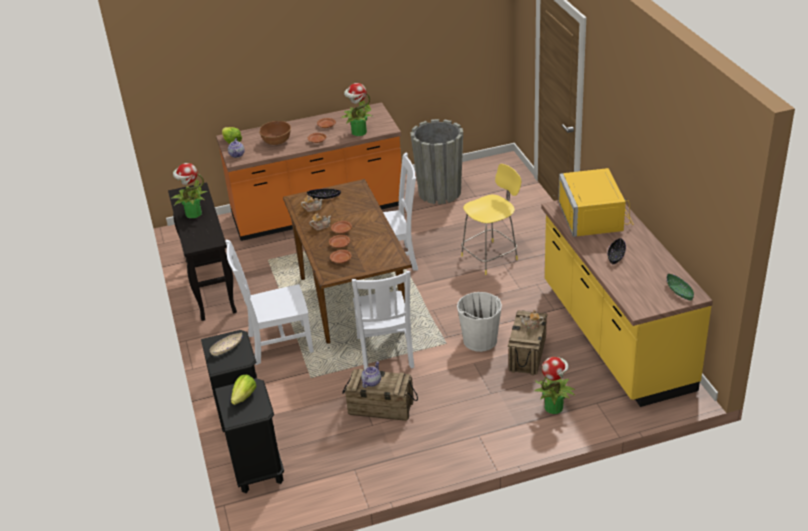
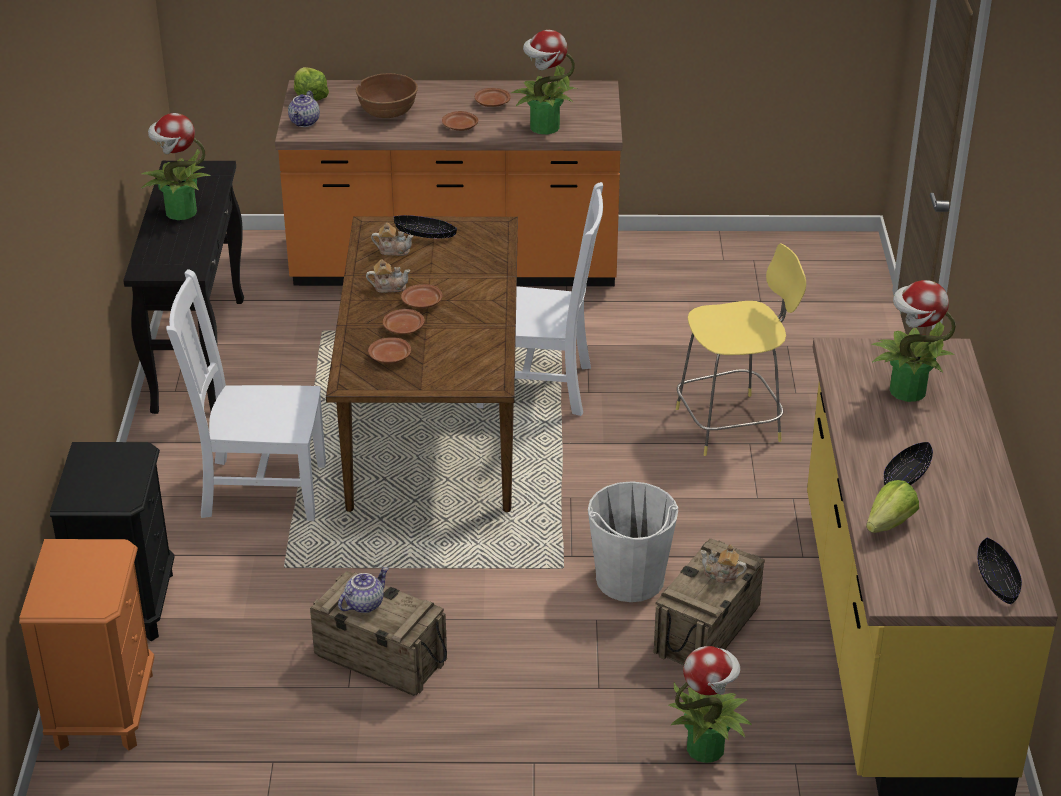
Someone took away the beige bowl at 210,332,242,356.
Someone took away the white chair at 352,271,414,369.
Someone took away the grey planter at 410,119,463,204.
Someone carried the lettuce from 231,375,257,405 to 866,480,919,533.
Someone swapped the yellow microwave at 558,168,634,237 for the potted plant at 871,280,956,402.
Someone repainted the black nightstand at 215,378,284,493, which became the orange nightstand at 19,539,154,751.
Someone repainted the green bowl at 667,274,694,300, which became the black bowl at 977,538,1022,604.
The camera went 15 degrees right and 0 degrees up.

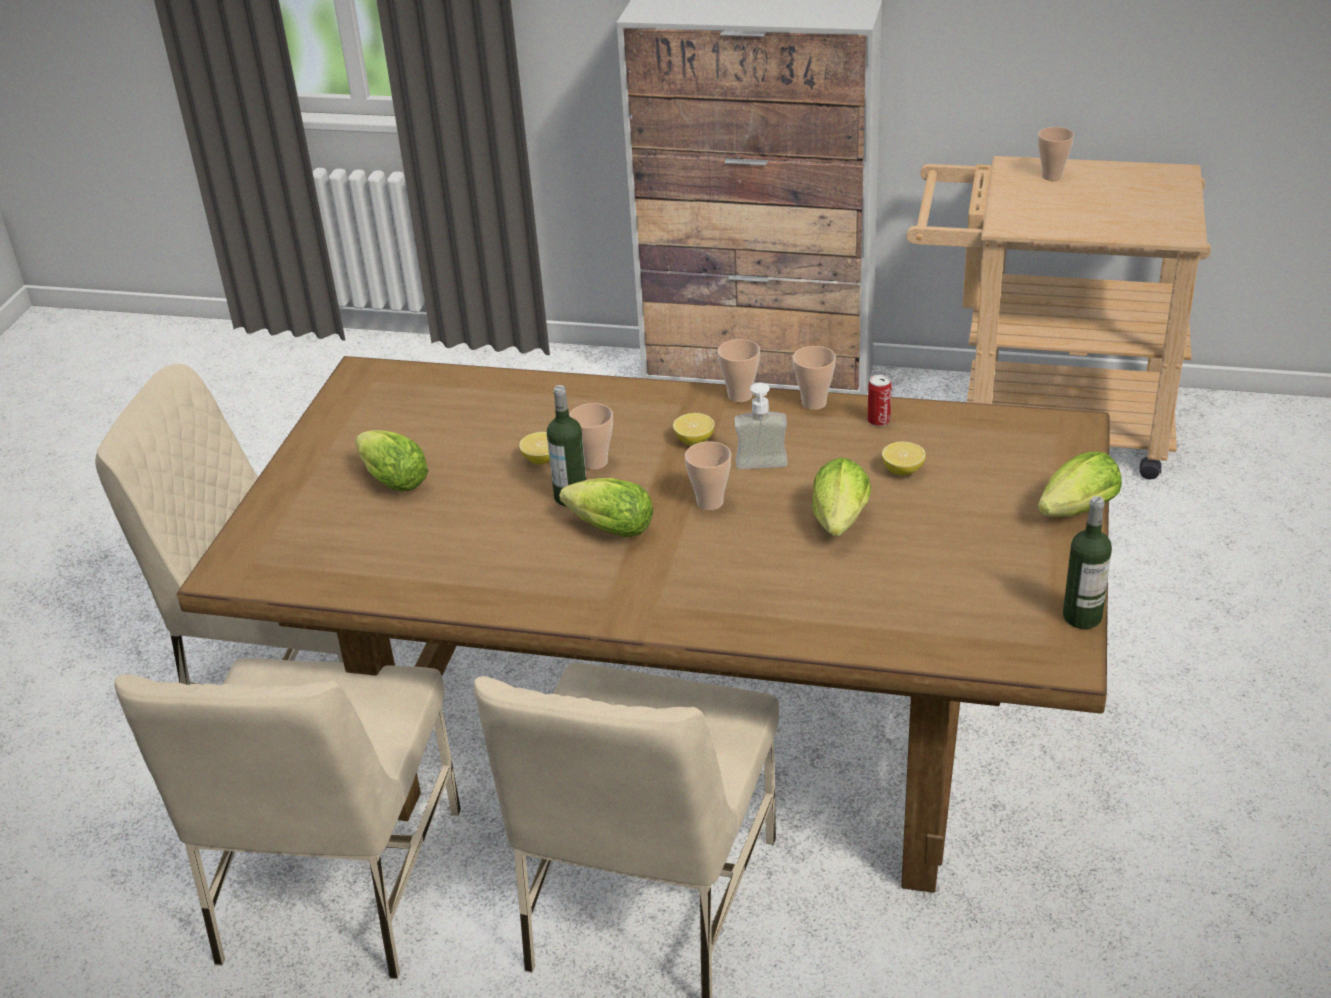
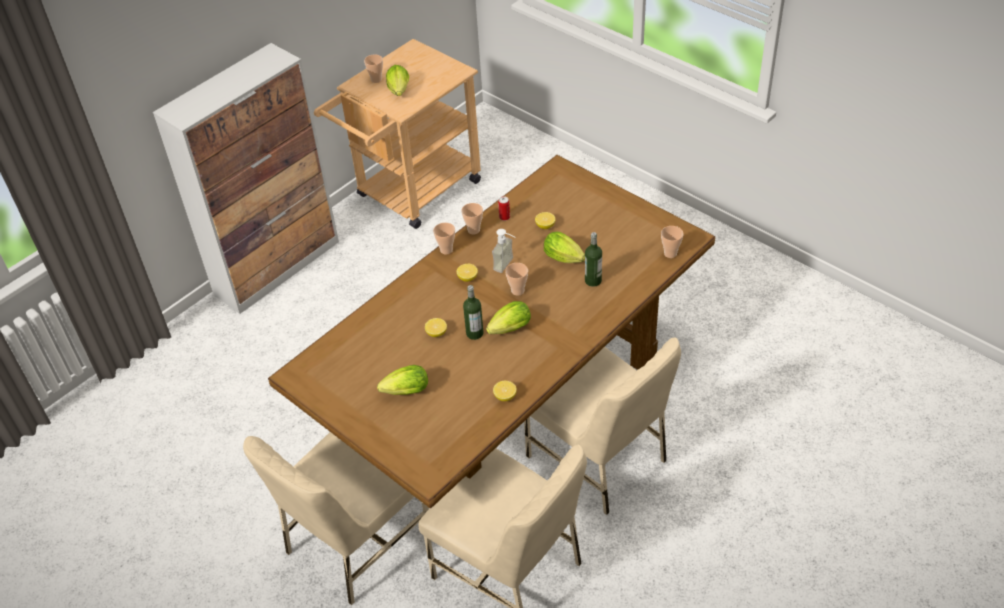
Someone put down the lemon at 493,381,517,401.
Someone carried the cup from 569,403,613,470 to 661,226,683,258.
Someone carried the lettuce from 1038,452,1122,517 to 386,65,409,96.
Someone carried the bottle from 1063,496,1112,629 to 585,232,602,287.
The camera went 60 degrees left and 10 degrees up.

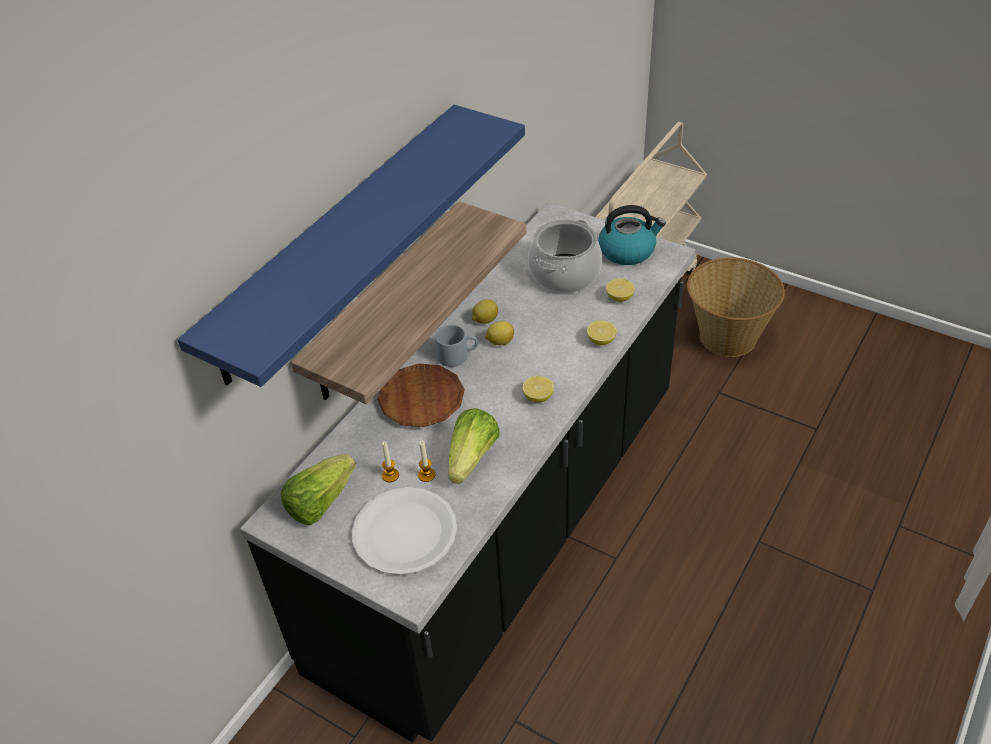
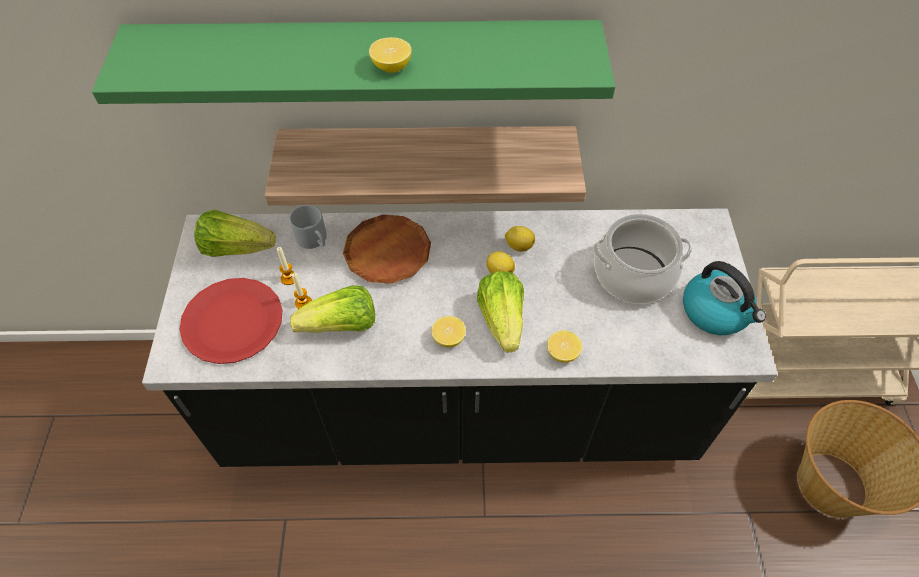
Someone put down the lettuce at 477,271,524,353.
Someone carried the grey mug from 435,325,478,367 to 290,205,327,249.
Someone carried the lemon from 606,278,635,302 to 369,37,412,73.
Someone repainted the blue shelf at 177,105,525,387, which became the green shelf at 92,20,615,104.
Someone repainted the white plate at 352,487,457,575, which became the red plate at 180,278,283,364.
The camera went 55 degrees right and 10 degrees up.

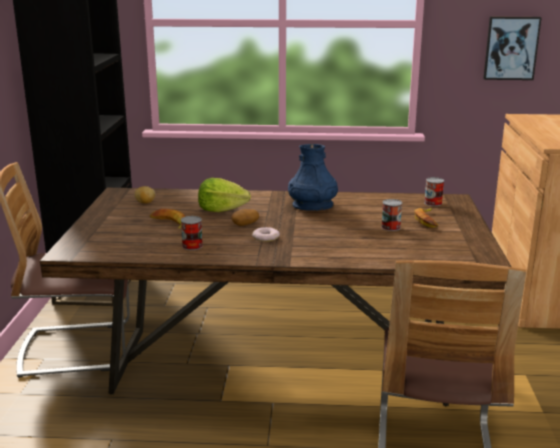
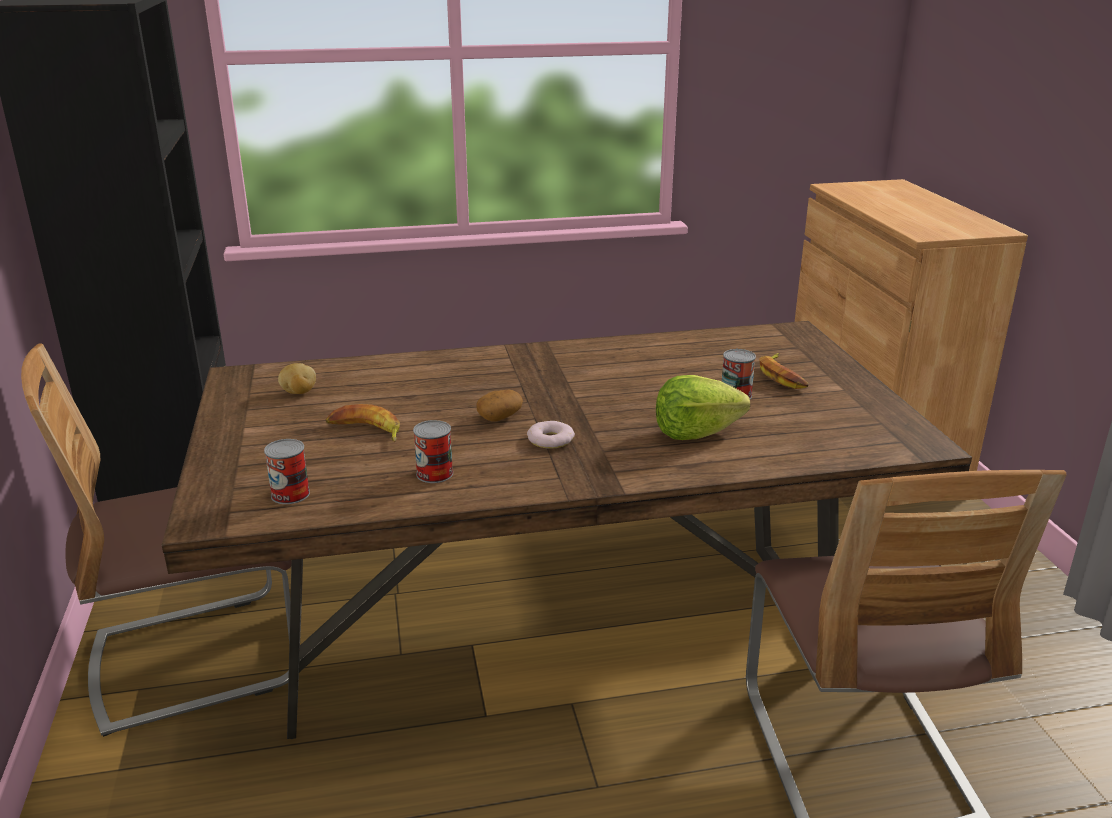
Someone took away the blue vase at 288,144,338,211.
Someone took away the picture at 483,17,542,80.
Someone carried the lettuce from 198,178,251,212 to 656,375,750,440.
Someone carried the can from 424,177,444,206 to 264,439,310,504.
The camera went 15 degrees left and 5 degrees up.

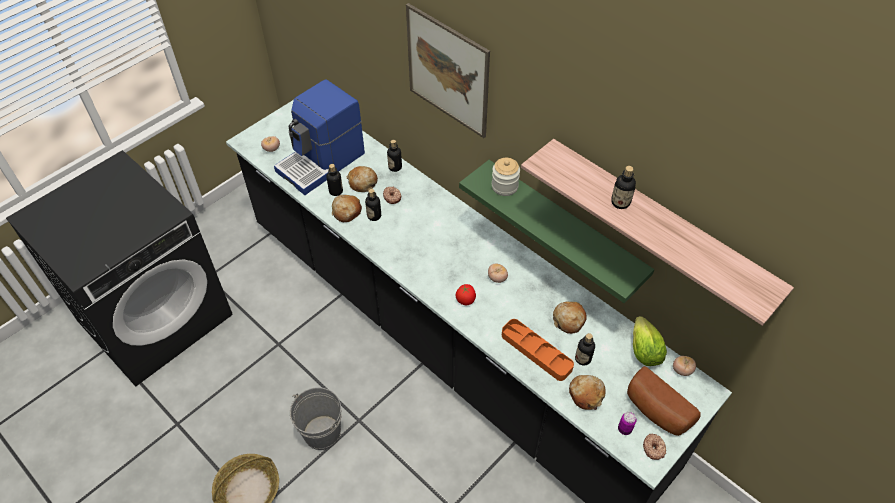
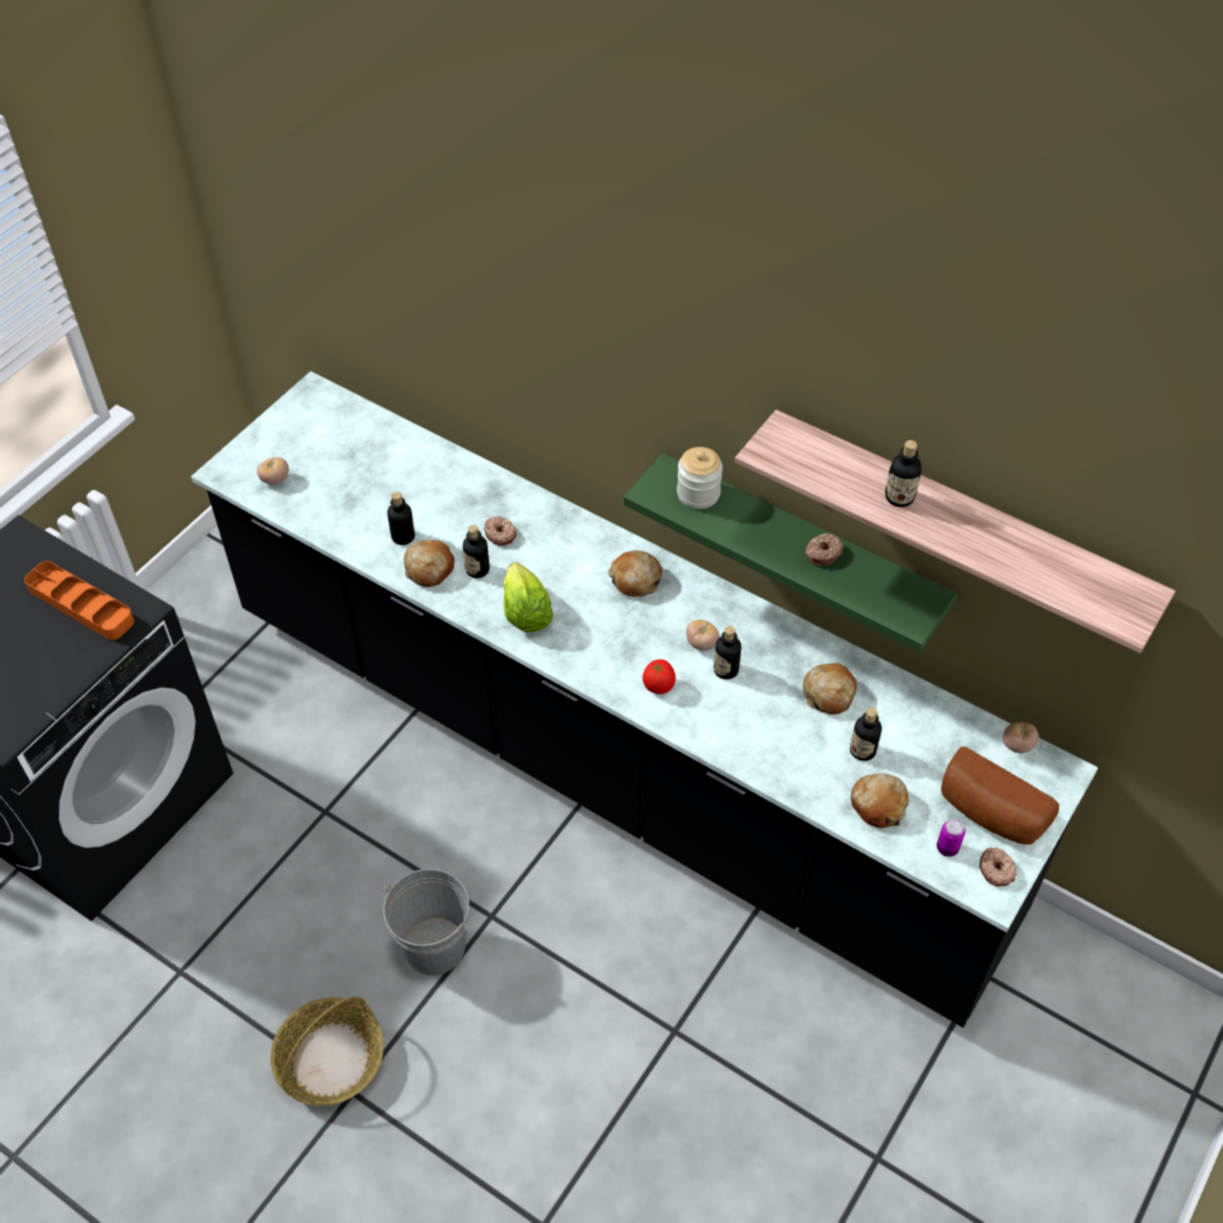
Someone took away the coffee machine at 274,80,365,195.
Someone took away the picture at 406,3,490,138.
Someone put down the donut at 805,533,844,566.
Someone carried the bread from 347,166,378,192 to 608,550,662,597.
Someone carried the bottle from 387,140,402,172 to 714,626,741,680.
Someone carried the orange tray from 502,319,574,381 to 24,561,134,640.
Someone carried the lettuce from 633,316,667,366 to 504,562,553,632.
The camera went 10 degrees left and 0 degrees up.

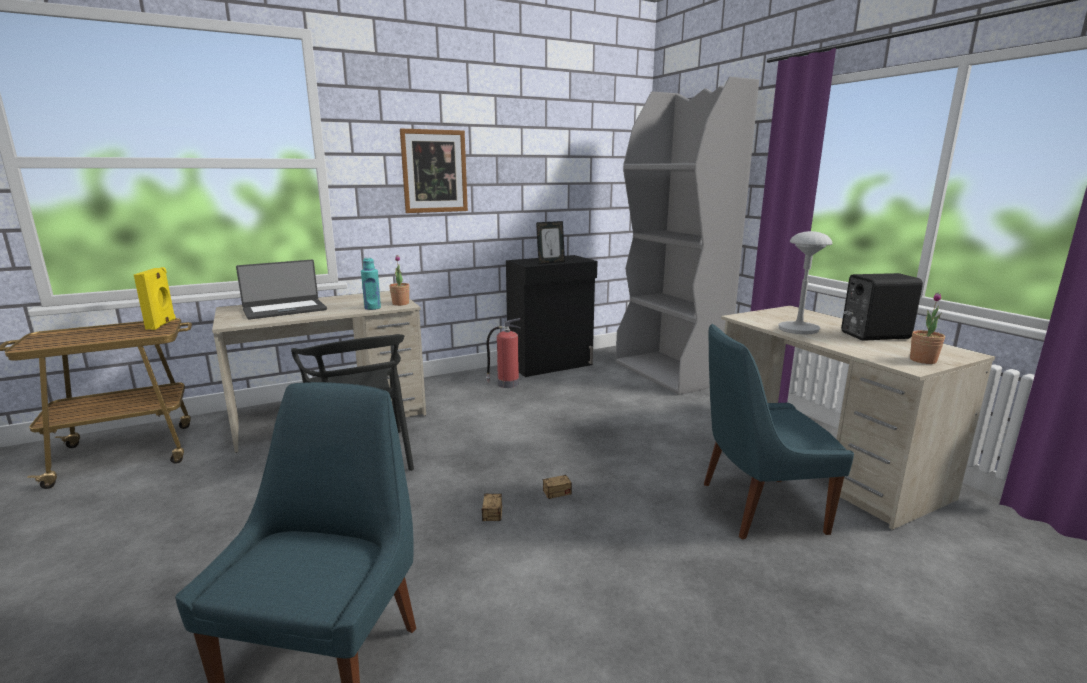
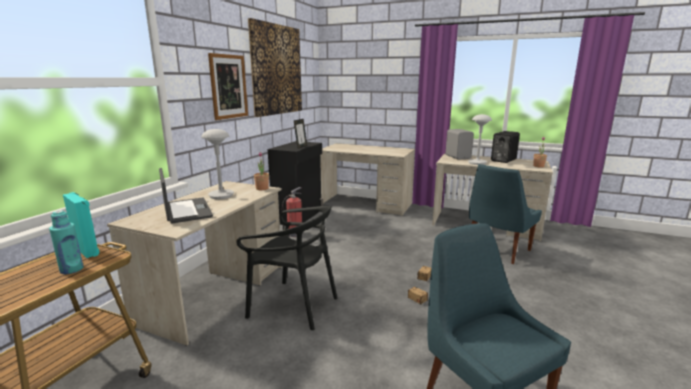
Someone put down the grey table lamp at 201,129,234,199.
Someone put up the picture at 248,18,302,117.
Someone put down the grey speaker at 446,129,474,160.
Someone carried the turquoise bottle from 361,258,381,310 to 49,210,83,274.
Someone swapped the grey bookcase at 616,77,759,395 for the beige desk at 320,143,415,216.
Someone repainted the yellow speaker at 134,267,176,330, which became the turquoise speaker at 63,192,99,258.
Someone rotated the laptop at 236,260,327,320 by 45 degrees counterclockwise.
The camera went 40 degrees left and 0 degrees up.

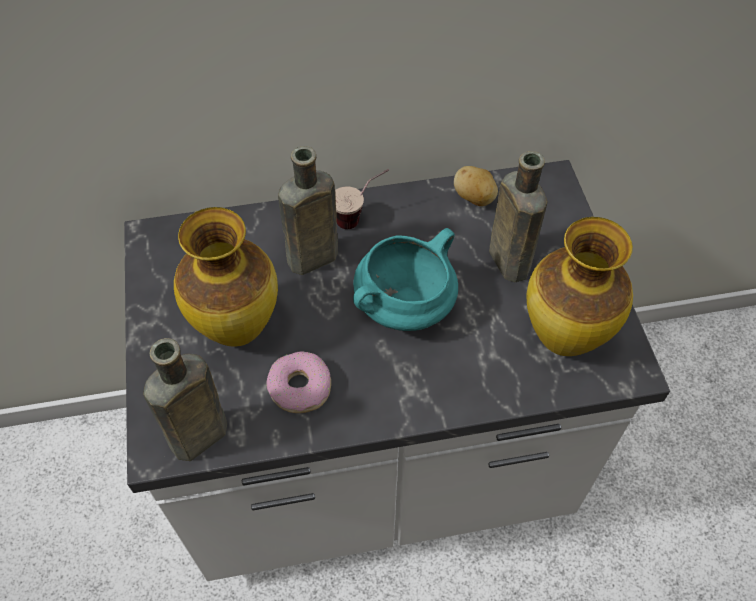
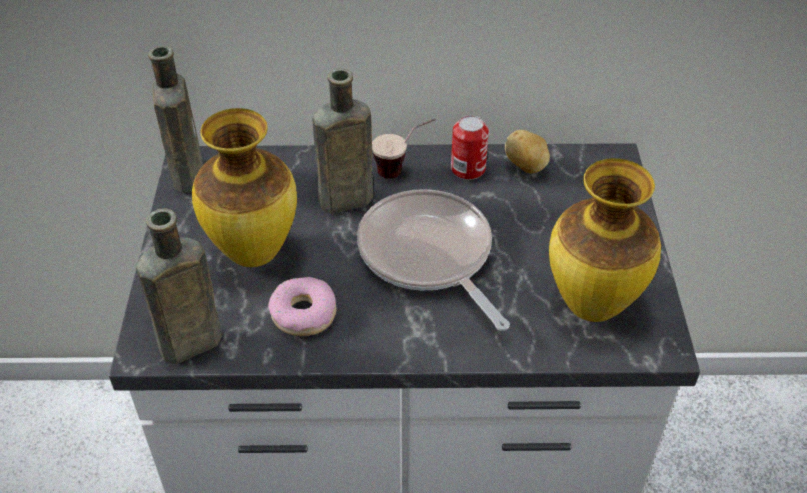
Someone put down the can at 451,115,489,180.
Someone carried the brown bottle from 489,151,547,282 to 148,46,203,193.
Someone swapped the turquoise cooking pot at 353,228,458,331 for the frying pan at 357,189,510,331.
The camera went 10 degrees right and 10 degrees down.

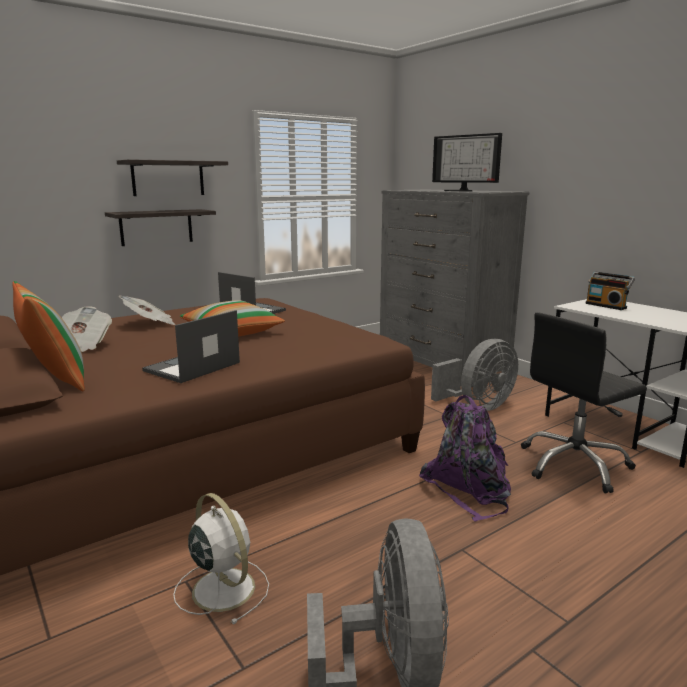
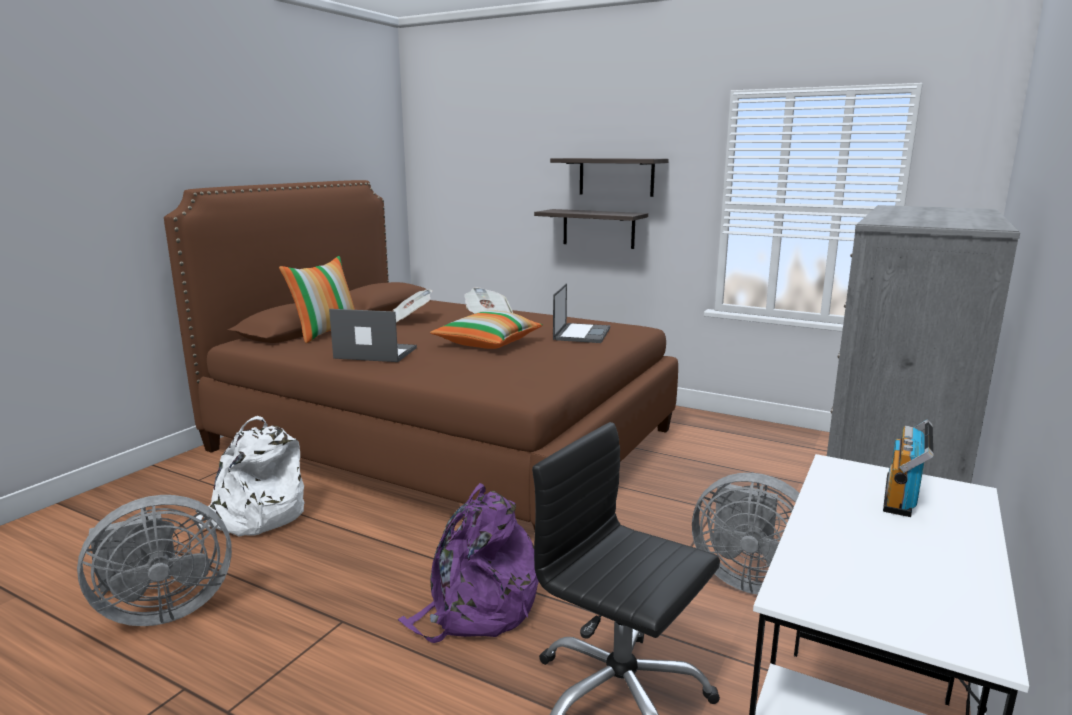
Someone took away the monitor at 432,133,502,191.
Someone swapped the white fan at 173,493,269,624 for the white backpack at 195,416,305,537.
The camera went 65 degrees right and 0 degrees up.

